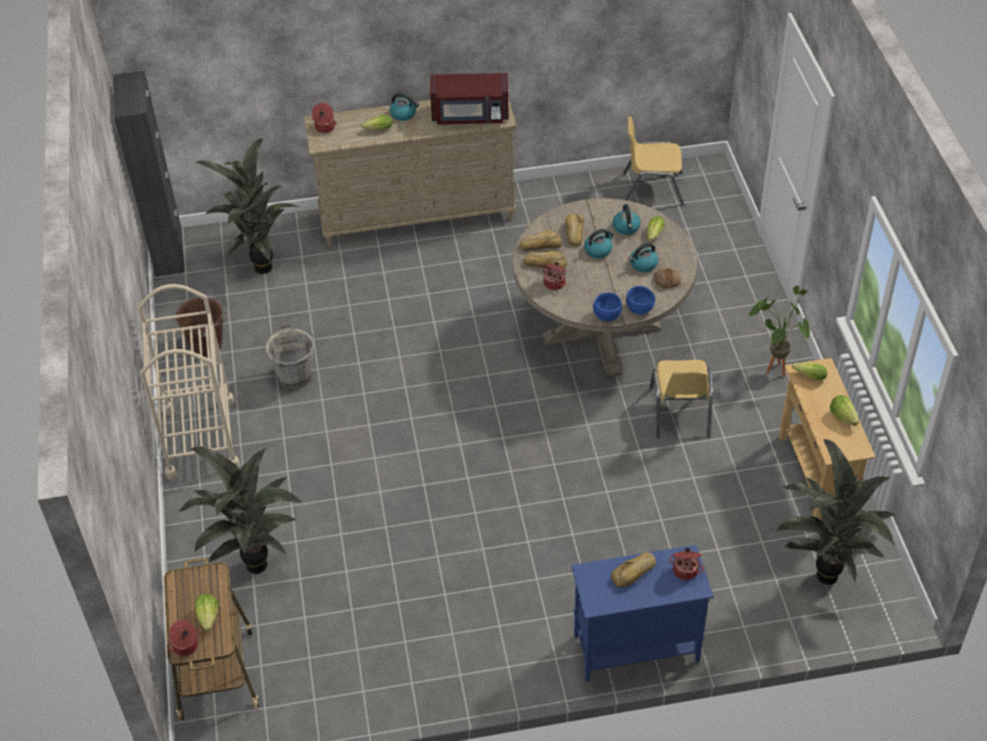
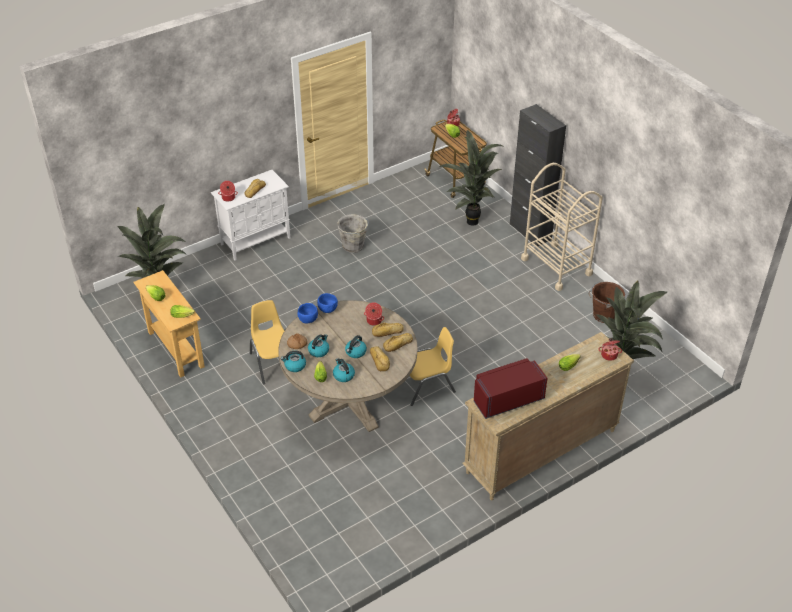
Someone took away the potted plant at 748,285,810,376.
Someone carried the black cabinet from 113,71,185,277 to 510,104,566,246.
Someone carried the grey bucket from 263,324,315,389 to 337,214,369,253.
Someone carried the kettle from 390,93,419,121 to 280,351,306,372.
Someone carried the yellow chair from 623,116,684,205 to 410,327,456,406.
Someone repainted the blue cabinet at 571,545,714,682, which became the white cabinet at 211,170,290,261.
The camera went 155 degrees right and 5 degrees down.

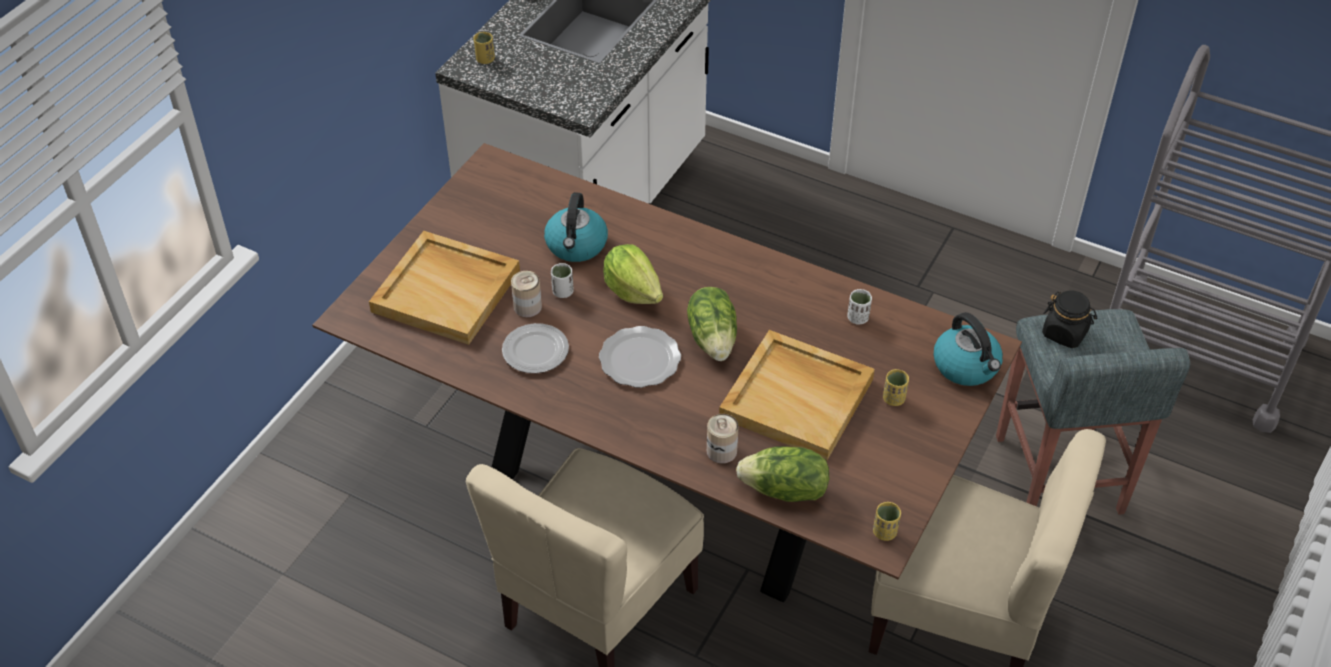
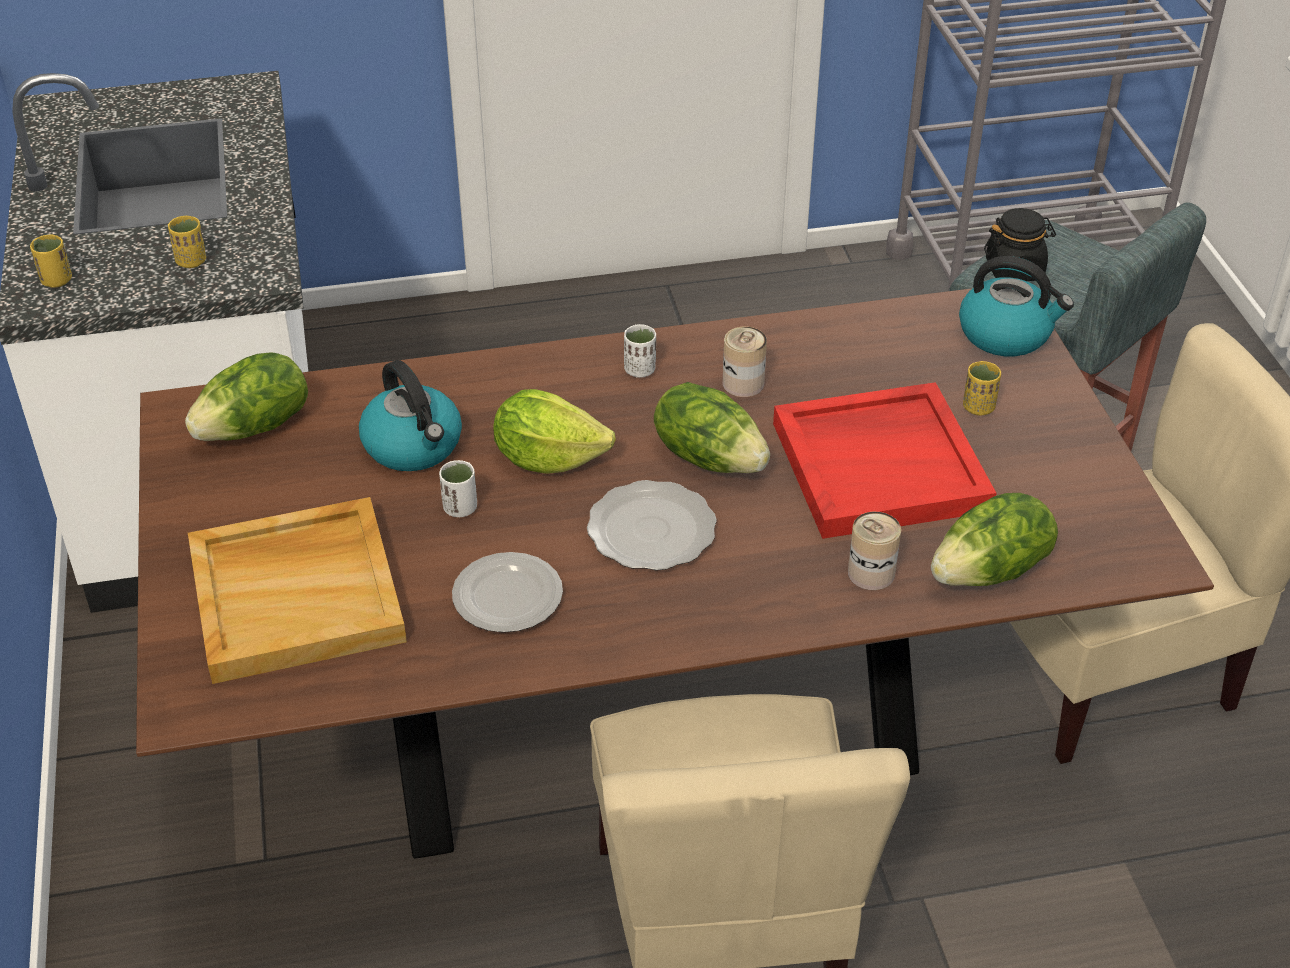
Someone put down the lettuce at 185,352,308,441.
Someone carried the can from 511,271,542,317 to 723,327,767,397.
Someone carried the white cup from 847,289,872,325 to 624,324,656,378.
Someone carried the yellow cup from 873,502,901,541 to 168,216,206,268.
Someone repainted the beige tray at 719,330,875,460, which became the red tray at 773,382,997,539.
The camera went 40 degrees left and 5 degrees down.

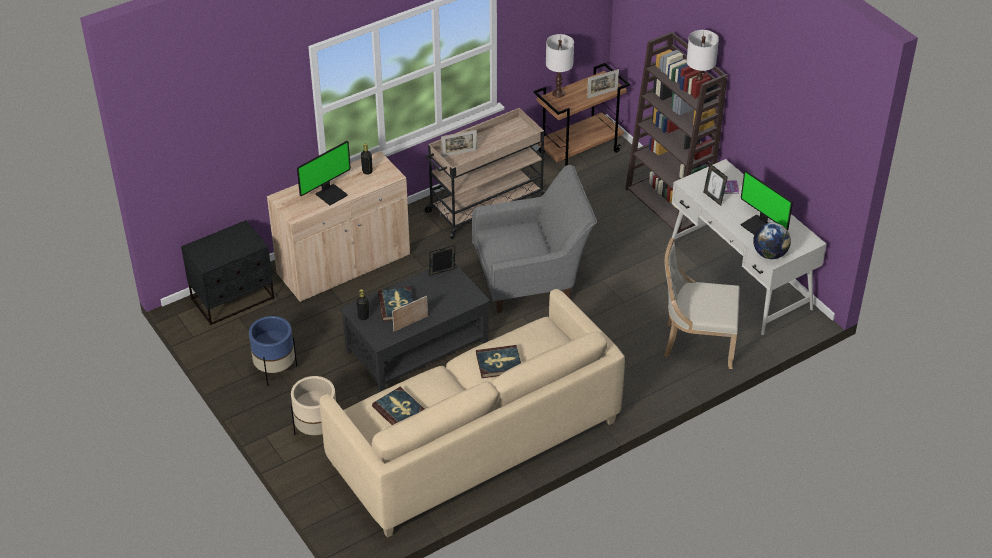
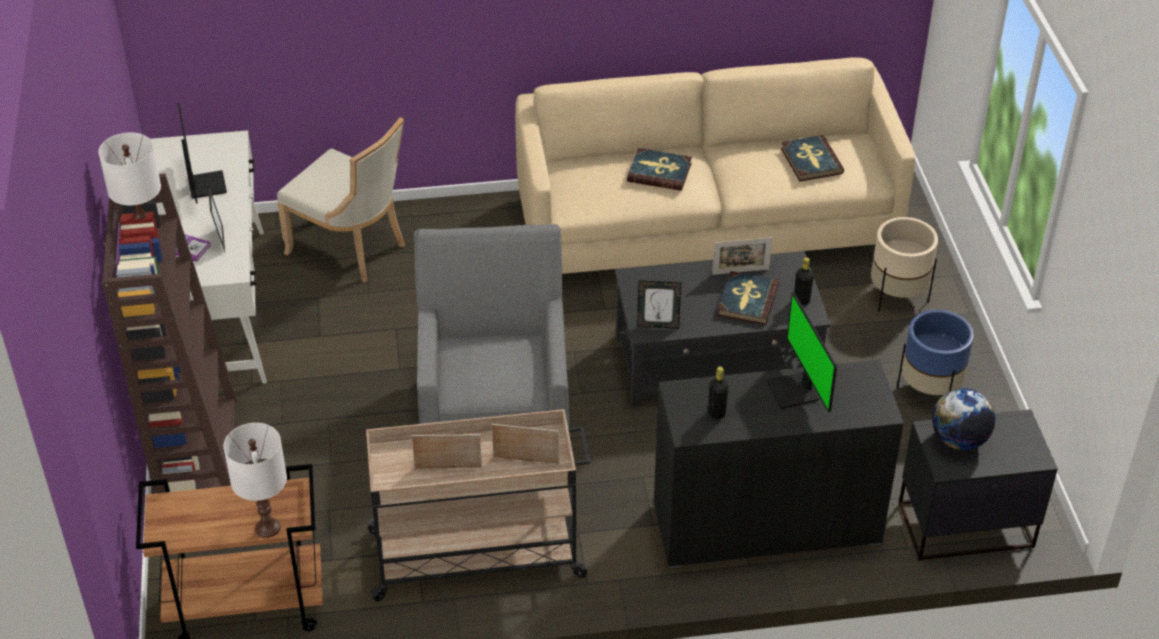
Someone carried the picture frame from 587,69,619,99 to 411,434,482,469.
Someone carried the globe from 753,222,791,259 to 932,388,995,450.
Someone repainted the beige cabinet at 267,151,410,302, which became the black cabinet at 654,360,904,568.
Someone rotated the monitor at 297,141,351,205 by 90 degrees counterclockwise.
Someone rotated the grey armchair at 472,165,597,313 by 75 degrees clockwise.
The camera went 155 degrees left and 0 degrees up.

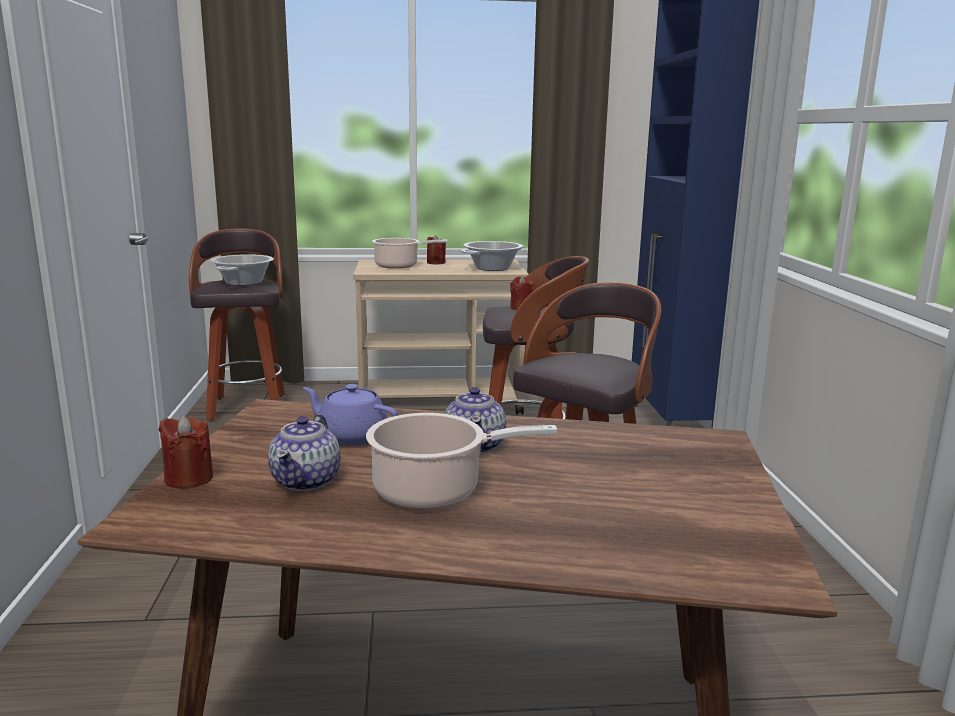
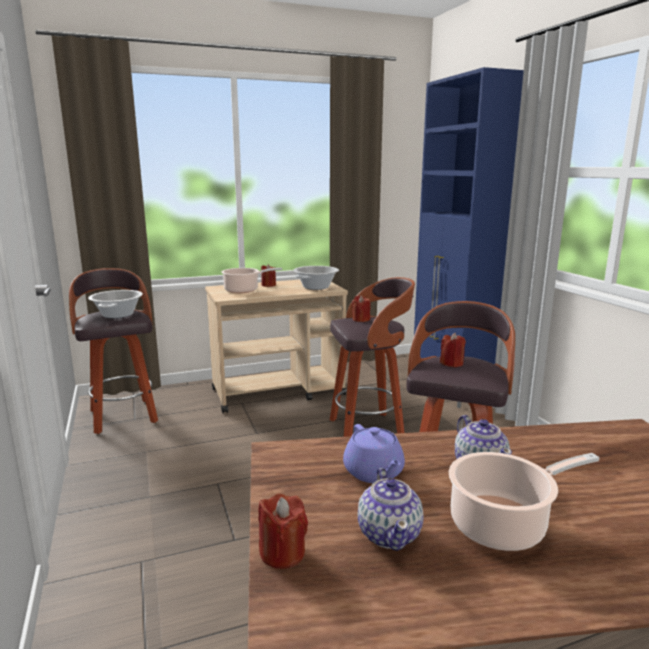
Someone put down the red candle at 440,333,466,367.
Someone rotated the purple teapot at 303,384,398,445 by 120 degrees counterclockwise.
The camera went 15 degrees left and 0 degrees up.

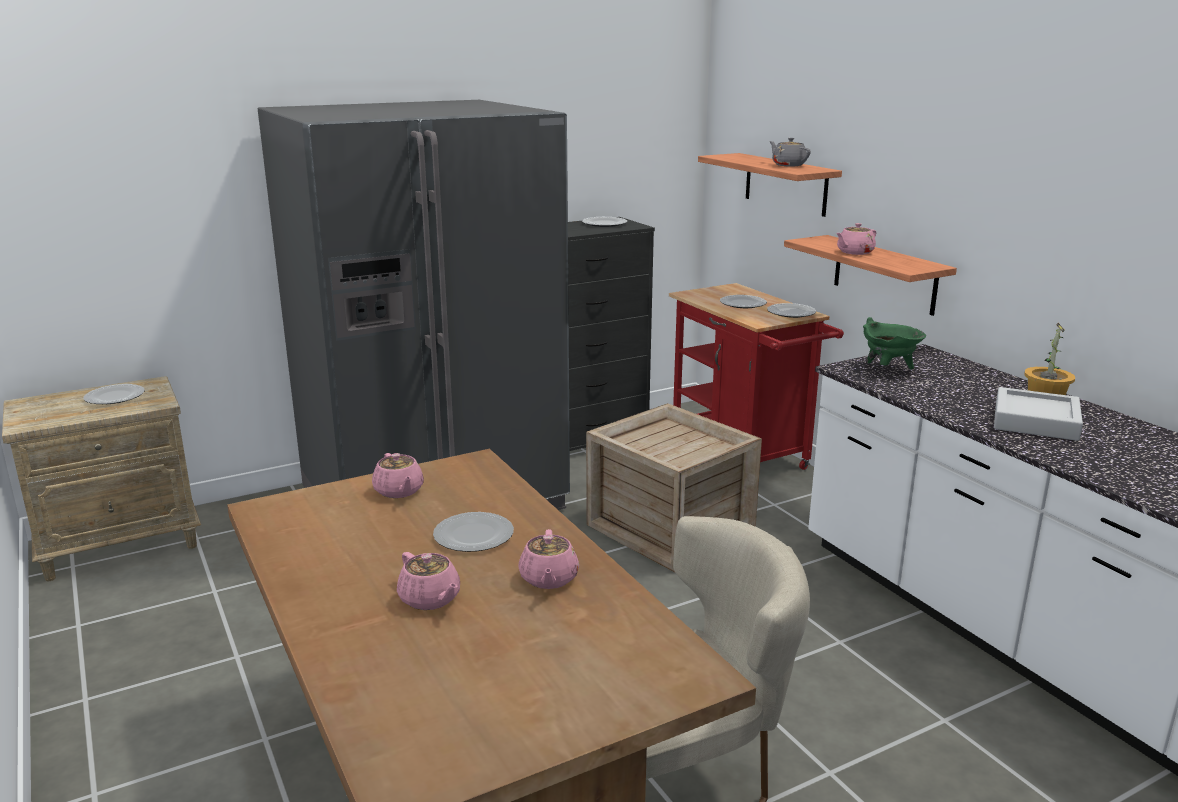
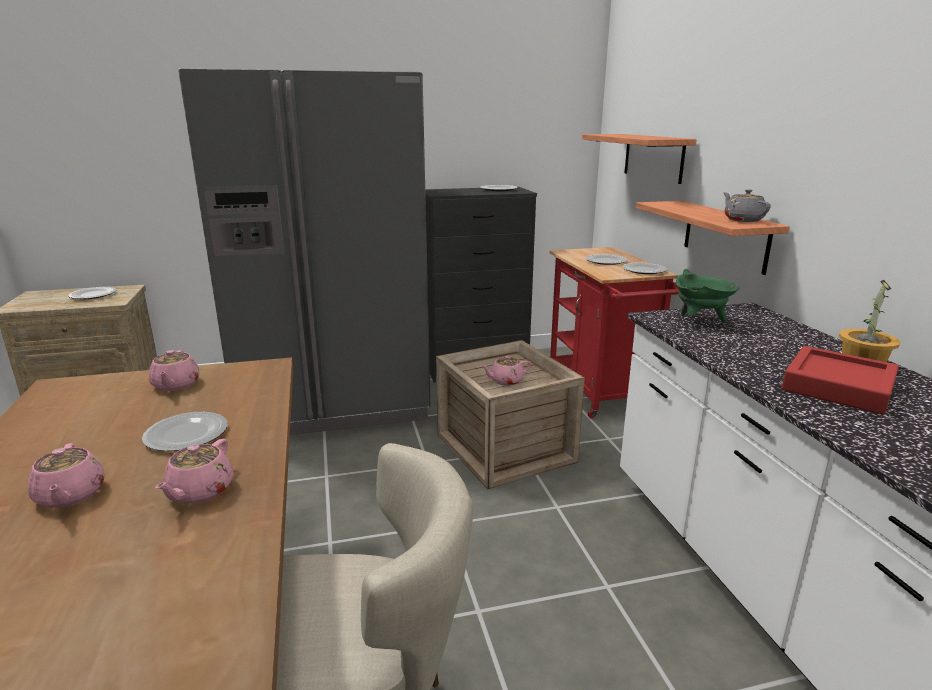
Someone carried the grey teapot from 769,138,811,167 to 723,189,771,222.
Someone carried the pink teapot from 836,223,876,255 to 481,356,531,386.
Someone repainted the grey tray at 994,387,1083,441, which became the red tray at 782,346,899,415.
The camera went 15 degrees right and 0 degrees up.

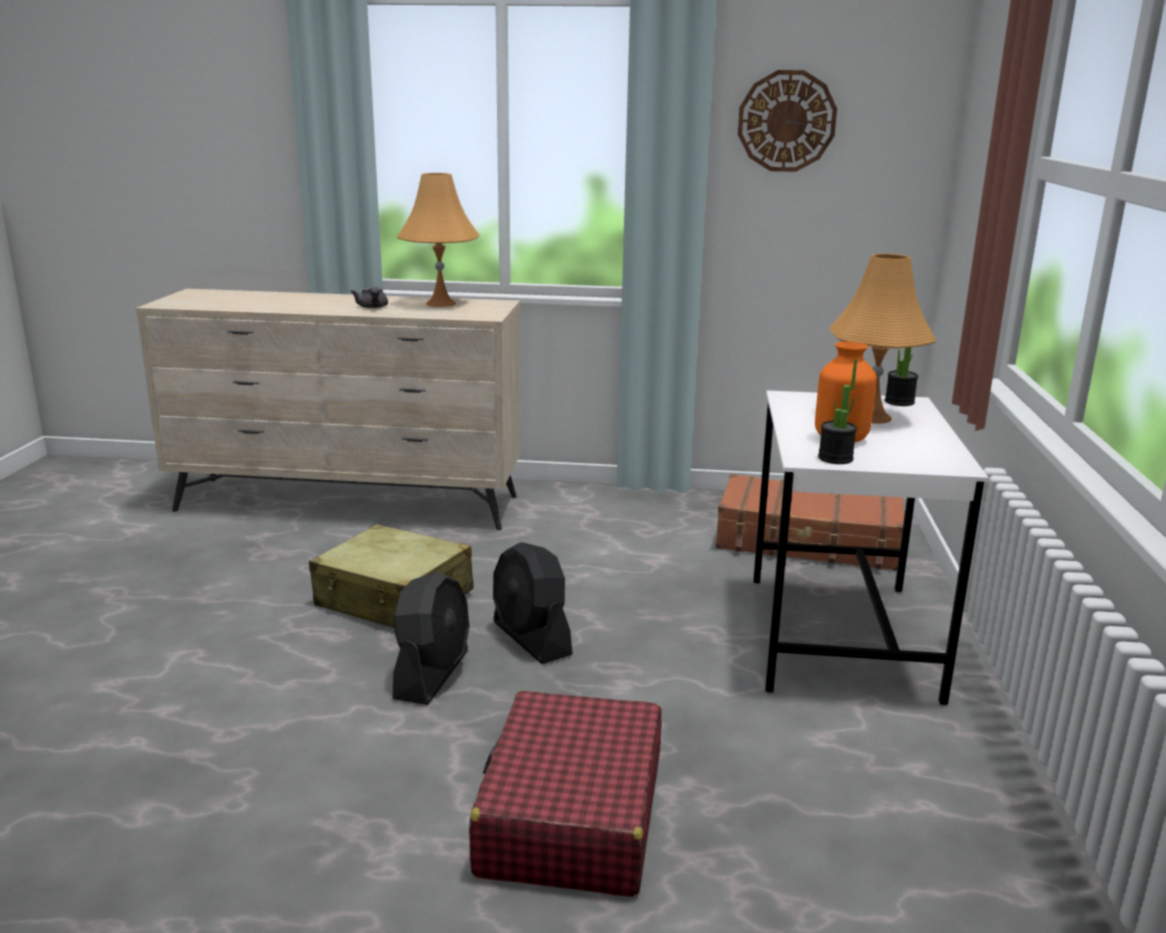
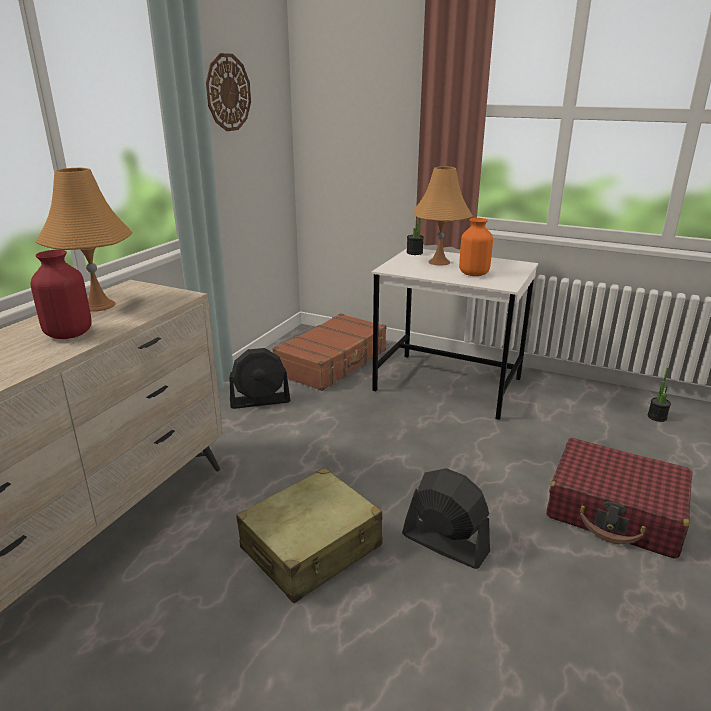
Someone carried the black fan from 493,542,573,664 to 229,348,290,409.
Someone carried the potted plant from 818,359,857,464 to 648,368,671,422.
Someone swapped the grey teapot at 351,287,388,308 for the red vase at 31,250,92,339.
The camera went 70 degrees left and 5 degrees up.

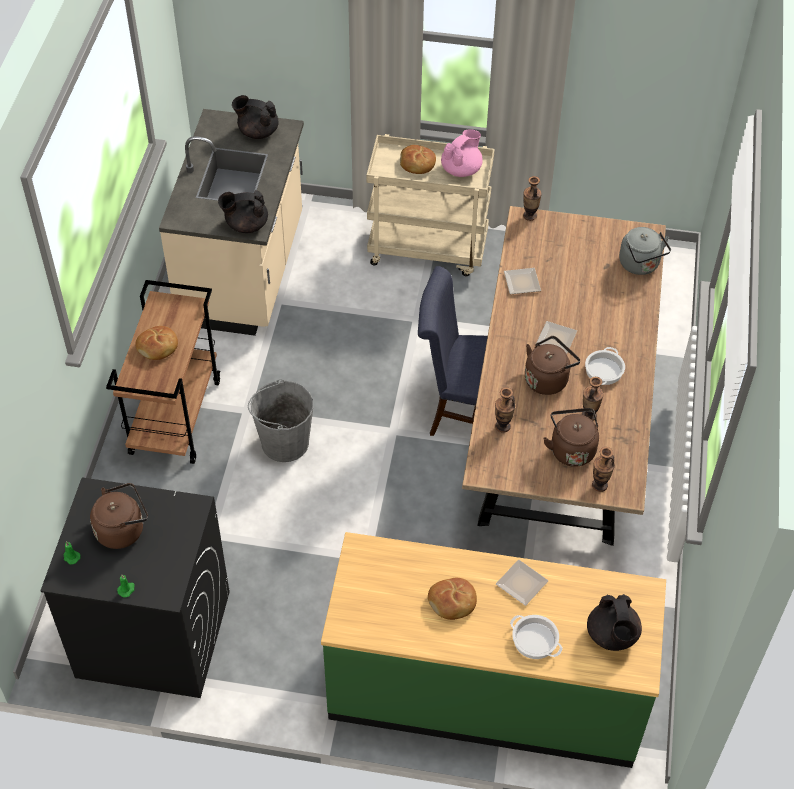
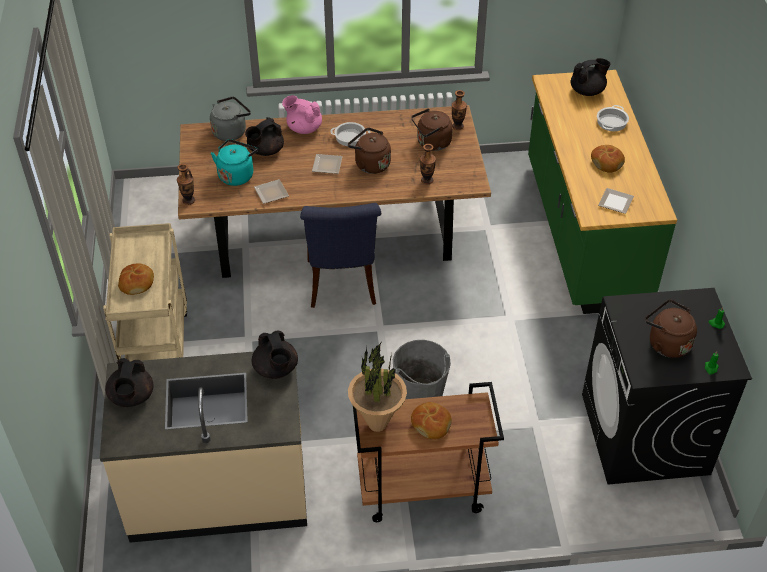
Someone took away the vase at 582,377,603,421.
Someone put down the turquoise kettle at 211,139,258,186.
Someone put down the black teapot at 245,117,284,156.
Someone put down the potted plant at 348,343,407,432.
Someone carried the pink teapot from 441,129,483,177 to 282,95,322,134.
Someone carried the plate from 496,560,548,606 to 598,188,634,214.
The camera went 105 degrees left and 5 degrees down.

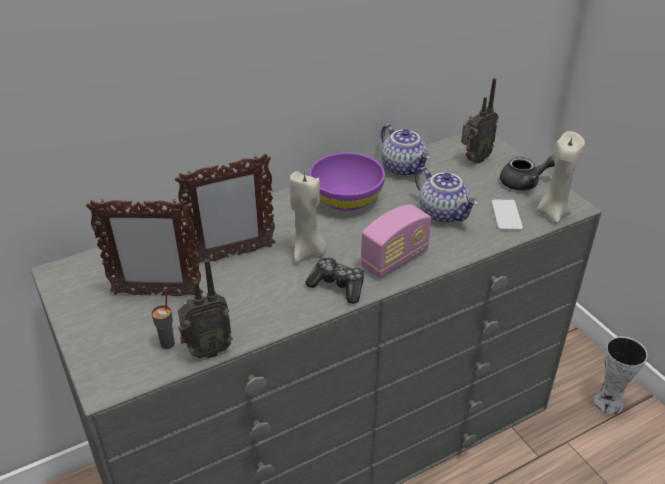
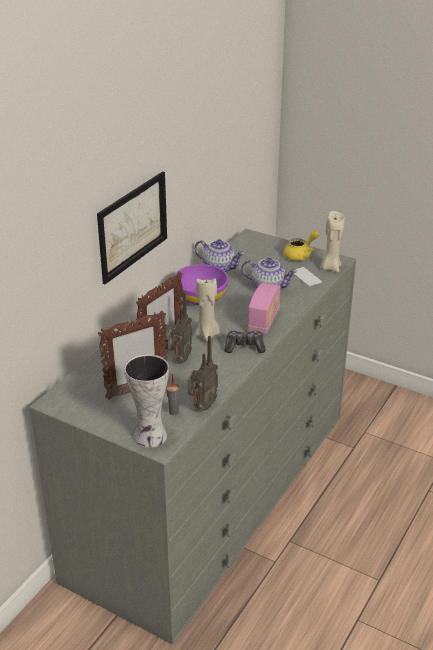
Someone put up the picture at 97,171,167,284.
Someone carried the radio from 461,78,499,164 to 168,291,192,363.
Someone carried the vase from 593,336,648,414 to 124,354,169,448.
Someone repainted the grey teapot at 500,154,555,190, which became the yellow teapot at 283,230,319,261.
The camera went 30 degrees left and 5 degrees down.

